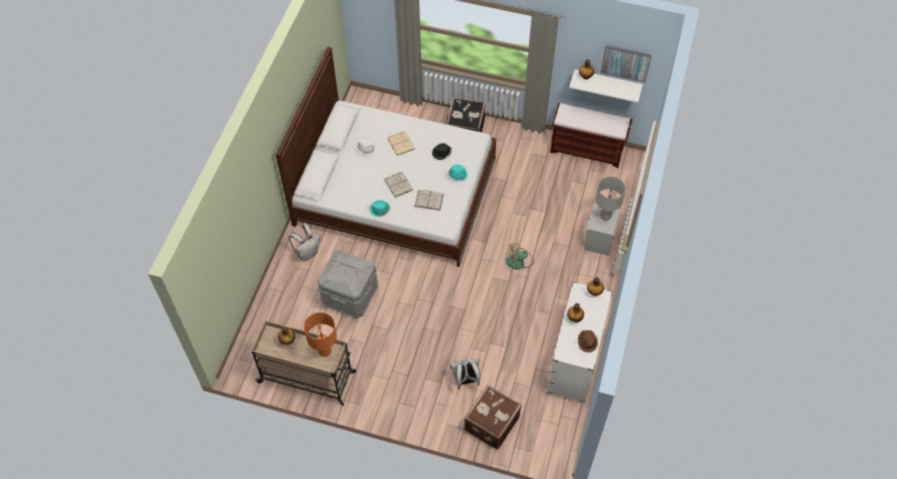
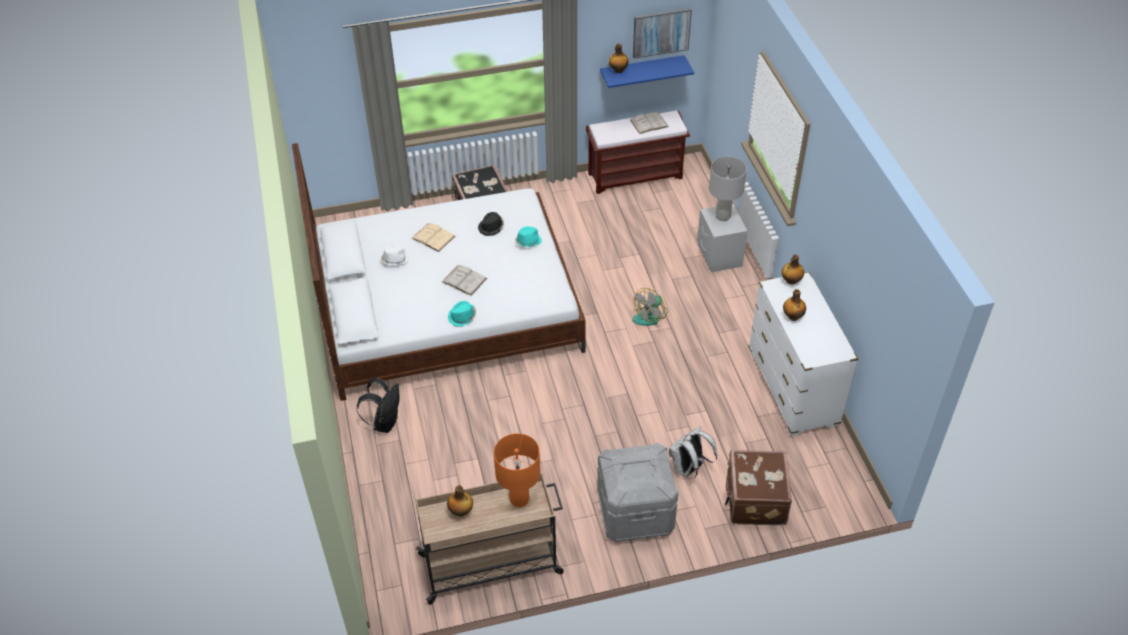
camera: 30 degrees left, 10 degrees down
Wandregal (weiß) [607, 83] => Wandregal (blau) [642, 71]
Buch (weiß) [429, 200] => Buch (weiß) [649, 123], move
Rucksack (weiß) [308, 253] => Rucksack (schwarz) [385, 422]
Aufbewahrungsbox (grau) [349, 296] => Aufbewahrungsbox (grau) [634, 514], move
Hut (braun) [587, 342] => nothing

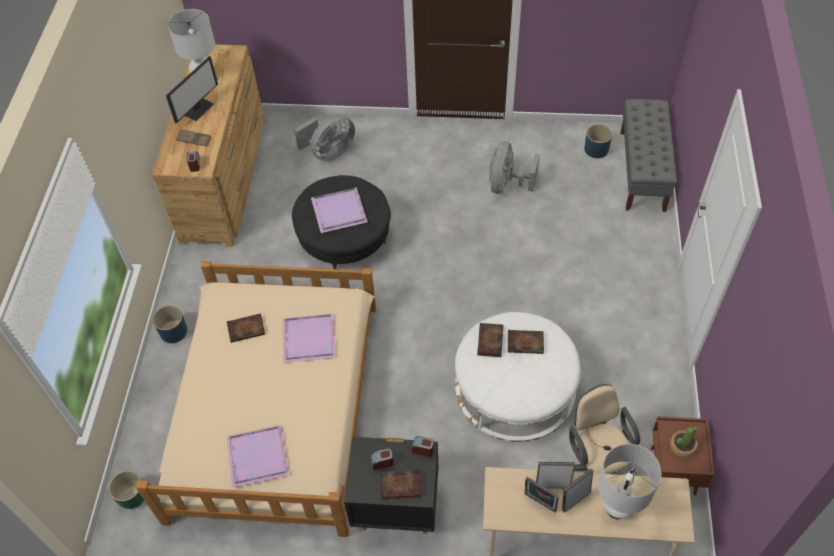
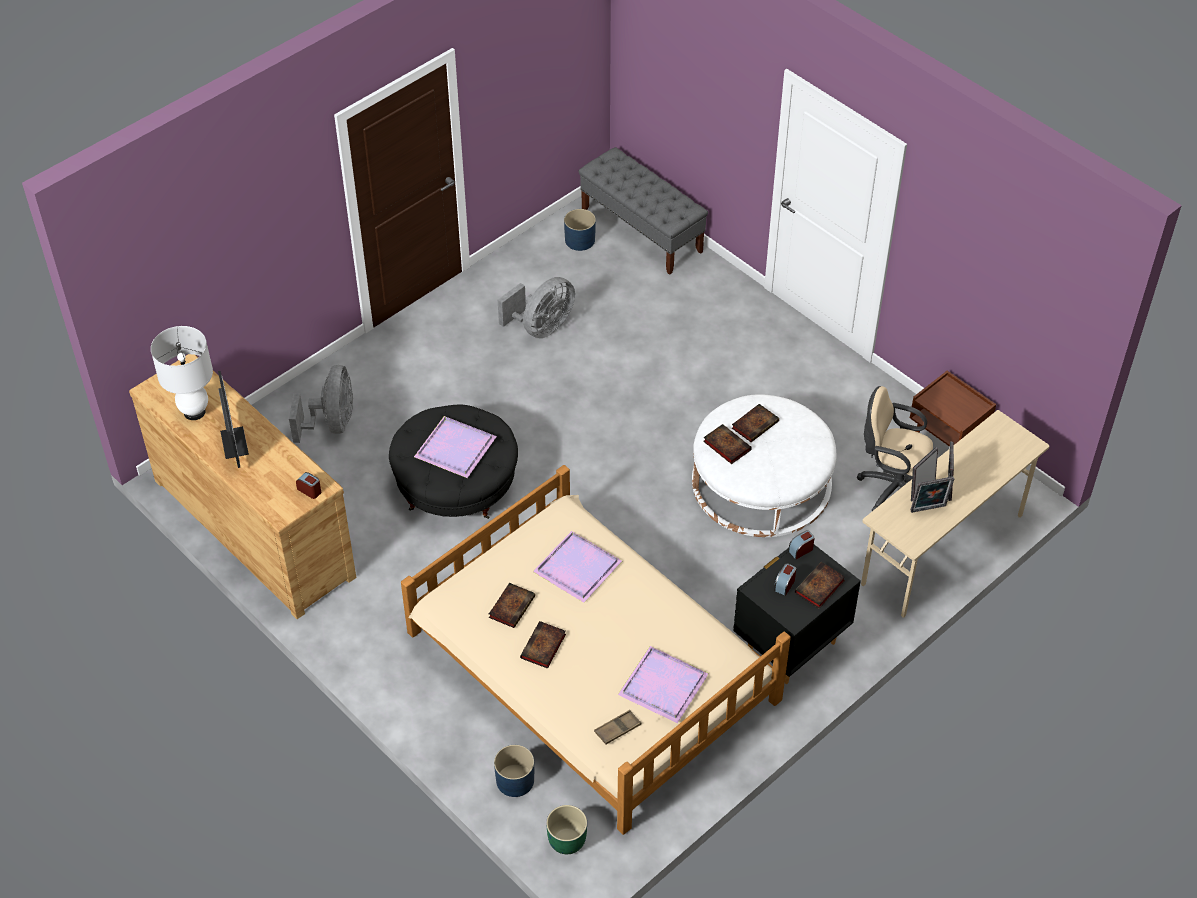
camera: 50 degrees left, 5 degrees down
Tablett (braun) [194, 140] => Tablett (braun) [617, 729], move
Ventilator (grau) [507, 184] => Ventilator (grau) [541, 327], 105 degrees counterclockwise
Pflanzkübel (blau) [174, 331] => Pflanzkübel (blau) [515, 780], move
Topfpflanze [682, 446] => nothing
Tischlampe (weiß) [617, 509] => nothing
nothing => Buch [543, 647]

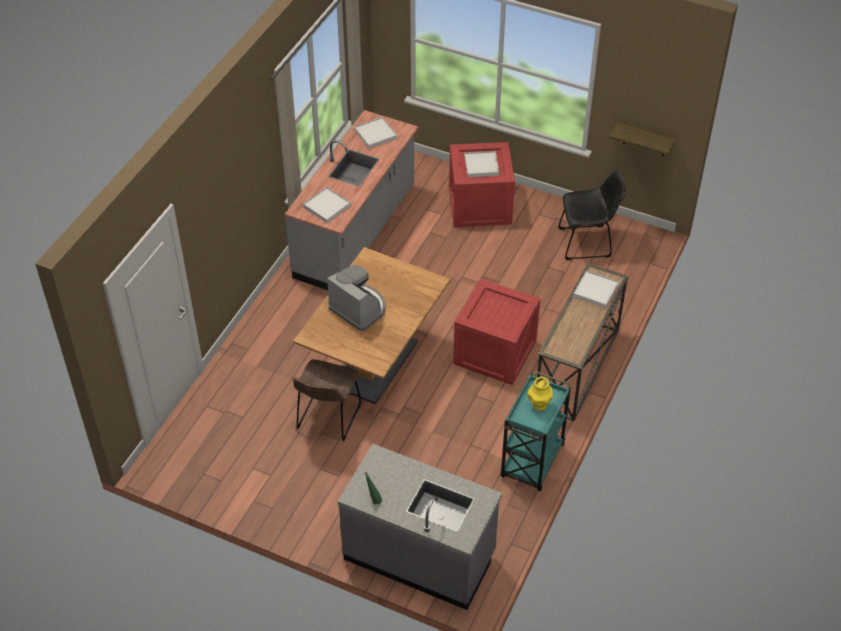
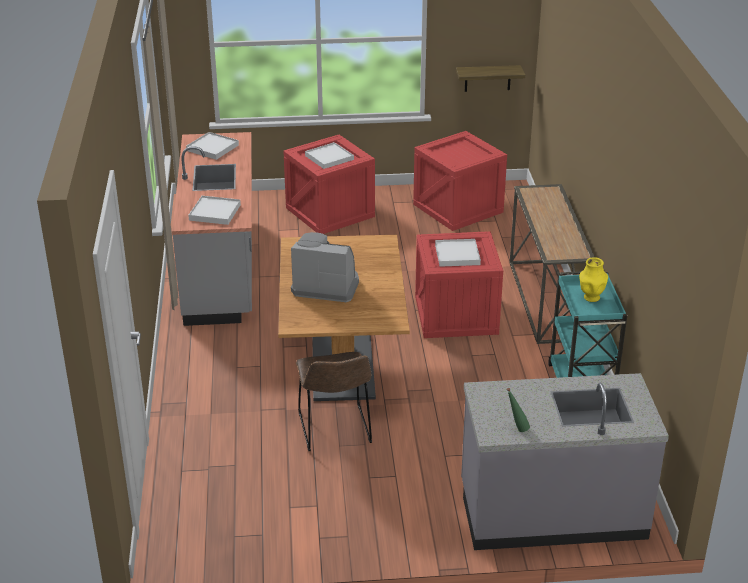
camera: 30 degrees left, 15 degrees down
Stuhl (schwarz) [587, 242] => Kiste [459, 208]
Tablett (weiß) [595, 290] => Tablett (weiß) [457, 255], move

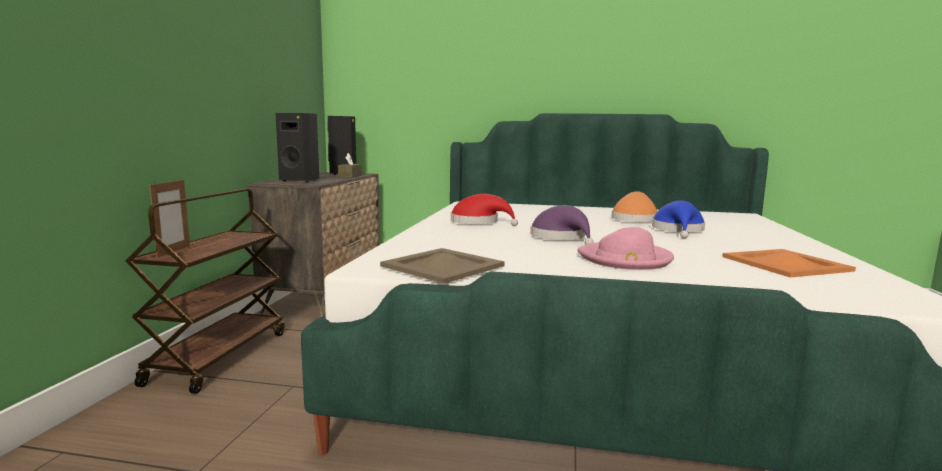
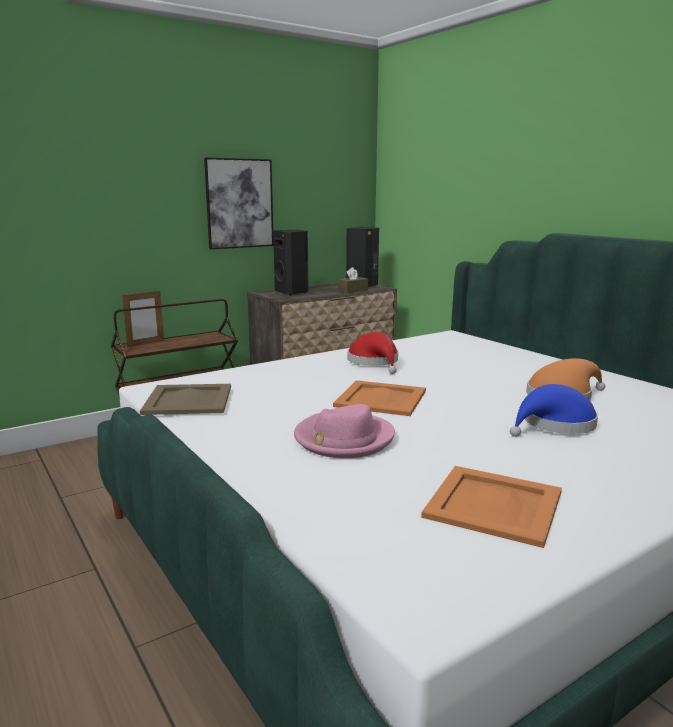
camera: 45 degrees right, 5 degrees up
Hut (lila) [561, 237] => Tablett (orange) [382, 398]
nothing => Bild [239, 203]

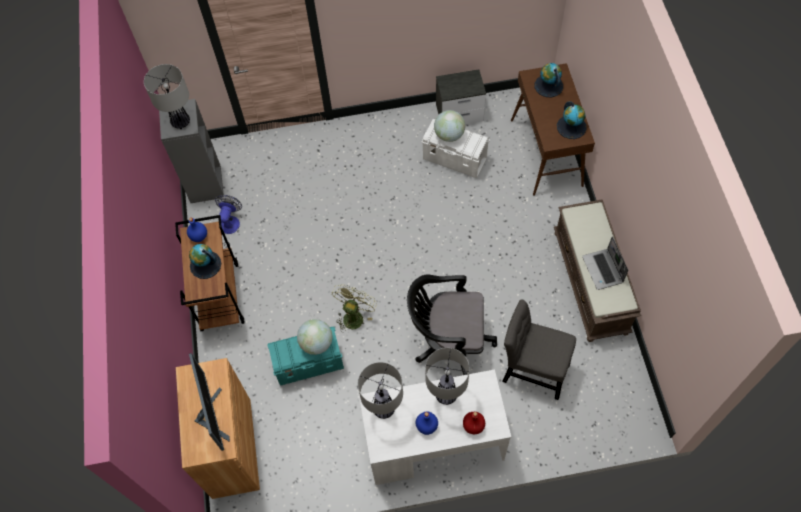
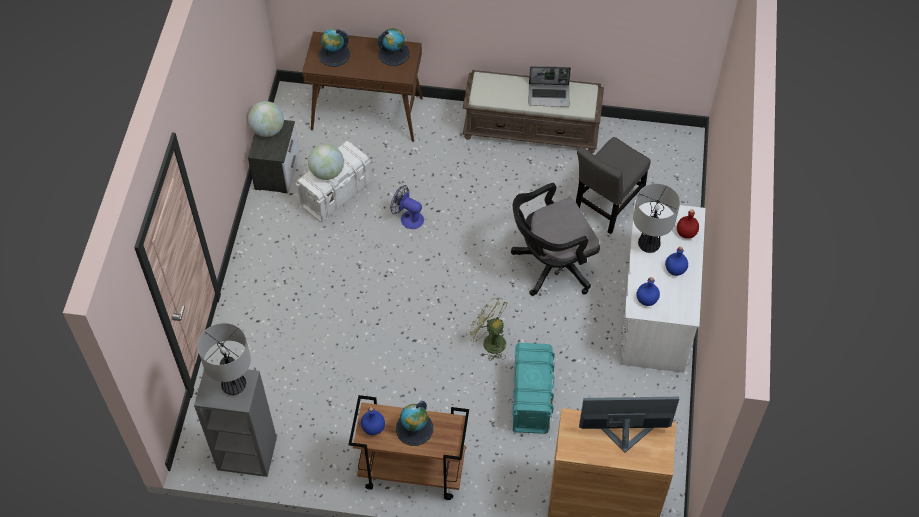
camera: 75 degrees left, 5 degrees down
Ventilator [230, 221] => Ventilator [408, 218], move
Bürostuhl (schwarz) [448, 341] => Bürostuhl (schwarz) [551, 265], 45 degrees clockwise
Globus [316, 343] => Globus [268, 130], move
Tischlampe [383, 408] => Flasche (blau) [646, 300]

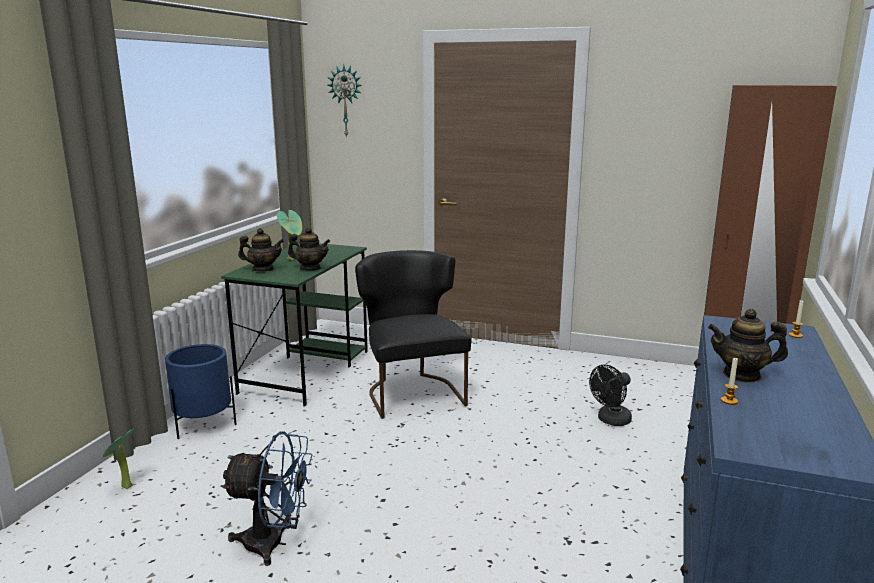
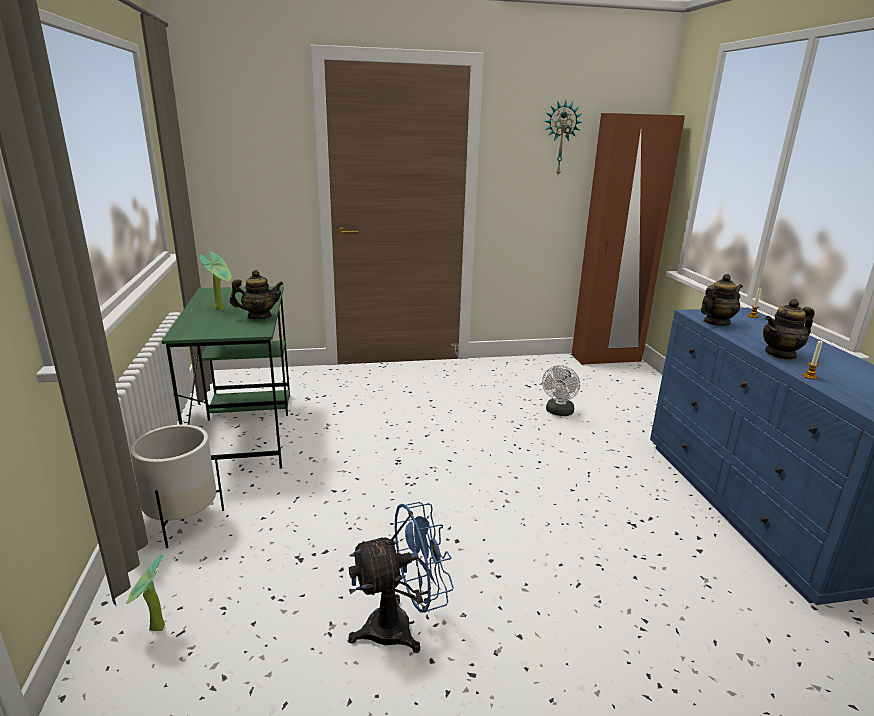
camera: 30 degrees left, 5 degrees up
Wanduhr [346, 101] => Wanduhr [560, 138], move
Teekanne [263, 269] => Teekanne [716, 323], move
Stuhl (schwarz) [412, 392] => nothing
Pflanzkübel (blau) [203, 425] => Pflanzkübel (weiß) [183, 521]
Ventilator (schwarz) [611, 421] => Ventilator (weiß) [559, 412]

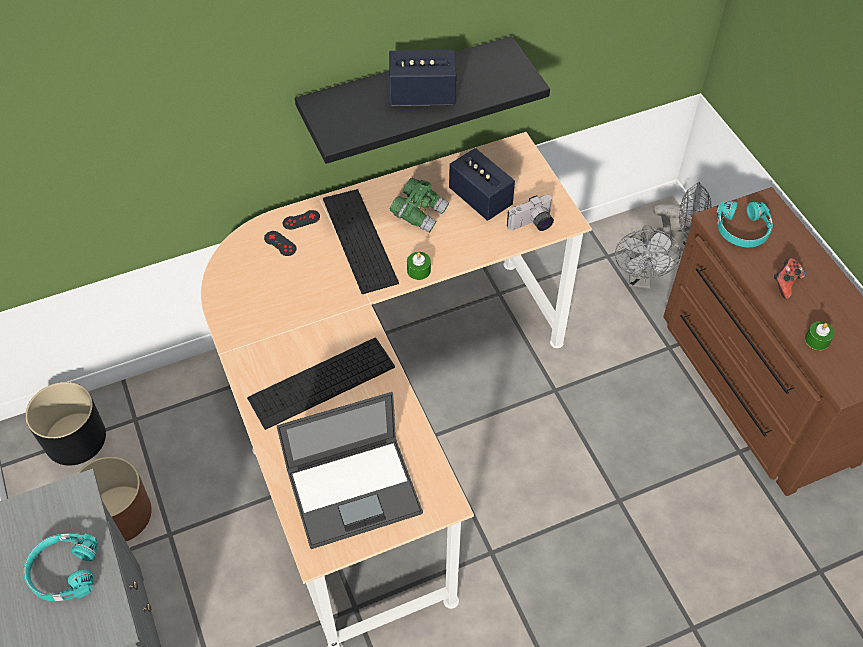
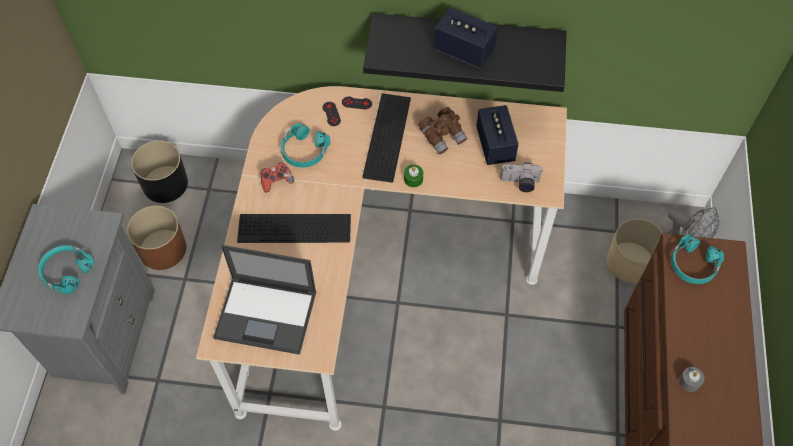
camera: 30 degrees right, 5 degrees up
Fernglas (grün) [419, 213] => Fernglas (braun) [442, 136]
Ventilator (grau) [640, 279] => Pflanzkübel (beige) [630, 262]
Gamepad [785, 284] => Gamepad [276, 181], move
Kerze (grün) [817, 340] => Kerze (grau) [689, 381]
nothing => Kopfhörer (türkis) [304, 151]

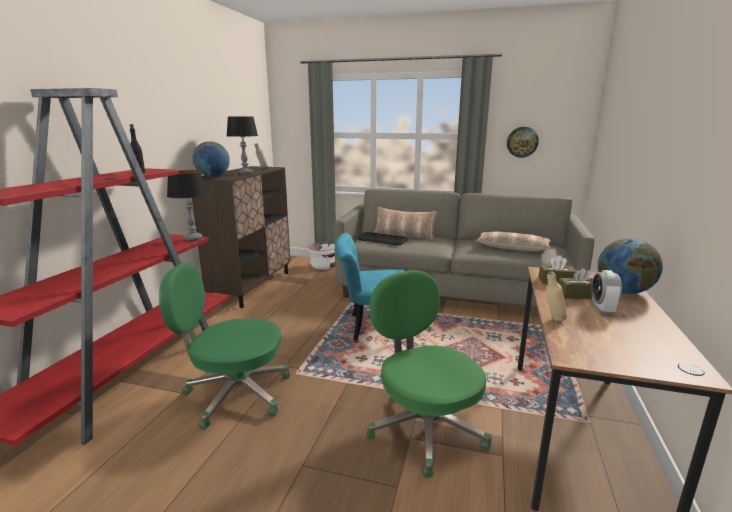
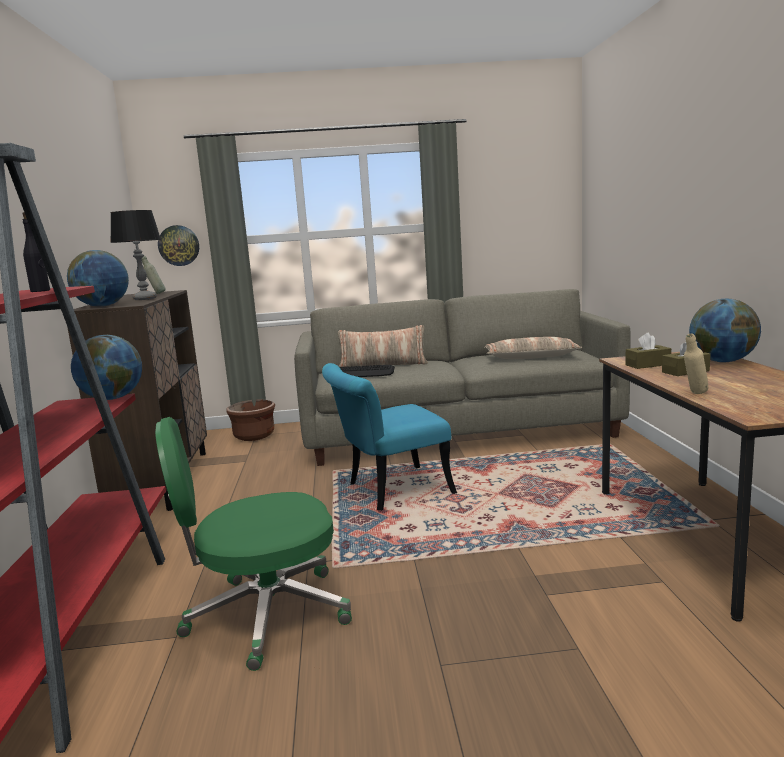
camera: 20 degrees left, 5 degrees down
Wanduhr [522, 142] => Wanduhr [179, 245], move
Tischlampe [193, 238] => Globus [112, 398]
Pflanzkübel (weiß) [324, 266] => Pflanzkübel (braun) [254, 436]
Bürostuhl (grün) [424, 428] => nothing
Wecker [602, 309] => nothing

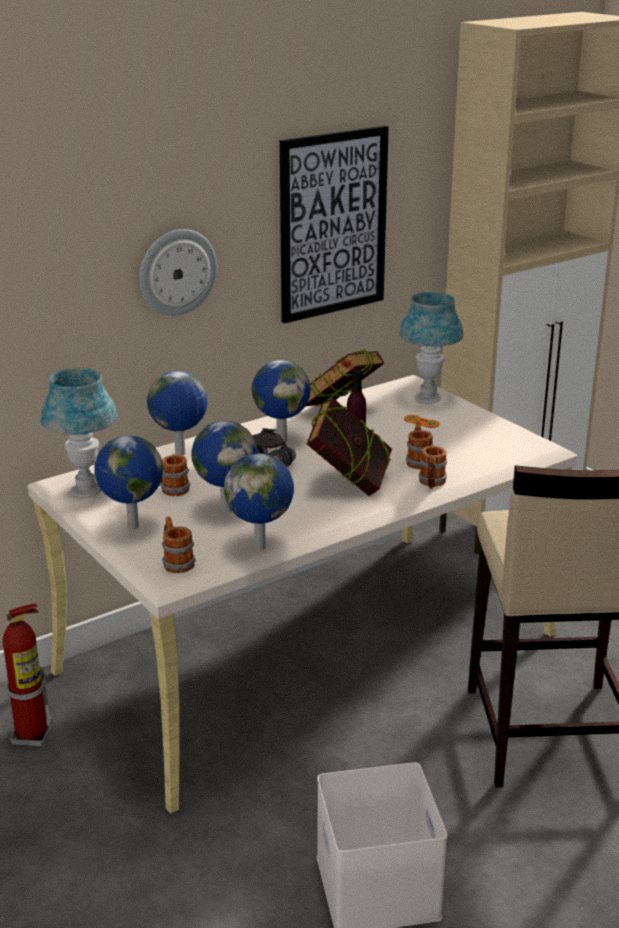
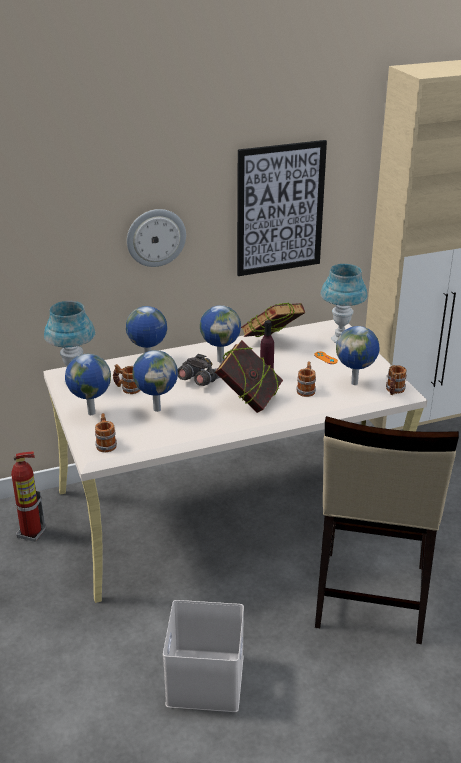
camera: 15 degrees right, 5 degrees up
Henkelbecher [431, 483] => Henkelbecher [394, 391], move
Globus [261, 547] => Globus [355, 383], move

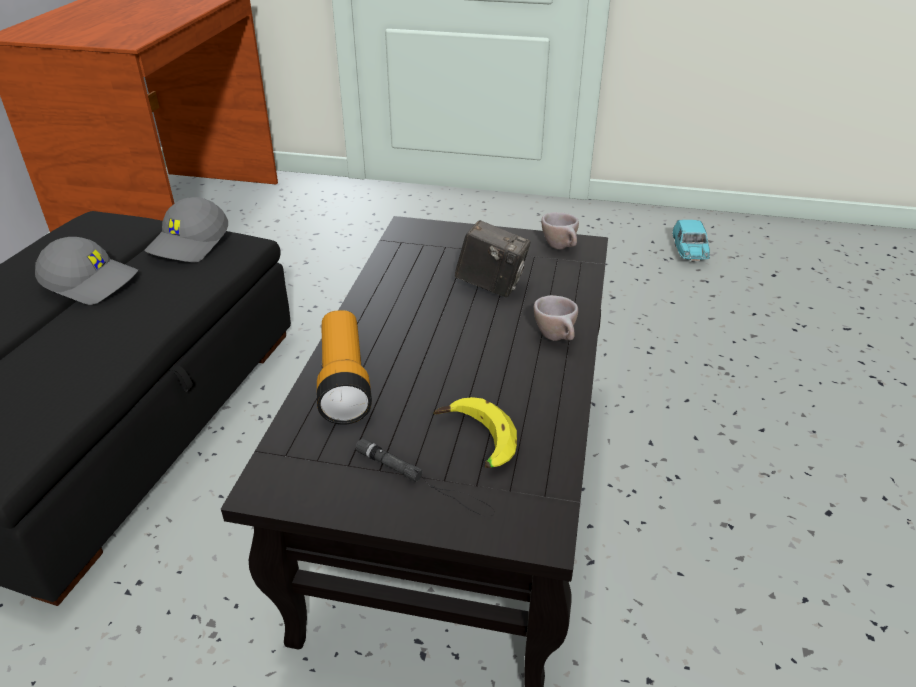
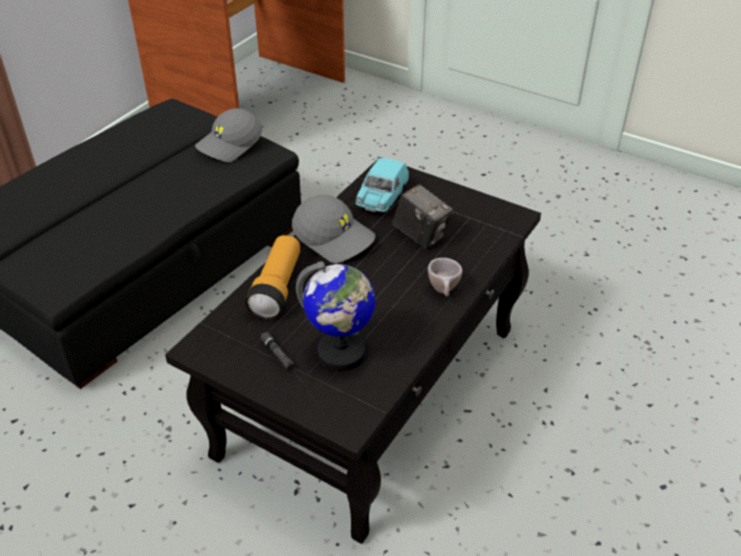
camera: 20 degrees right, 5 degrees up
Tasse (beige) [561, 248] => nothing
Spielzeugauto (türkis) [689, 252] => Spielzeugauto (türkis) [382, 199], move
Kappe (grau) [92, 281] => Kappe (grau) [335, 237], move
Banane [474, 441] => Globus [341, 353]

